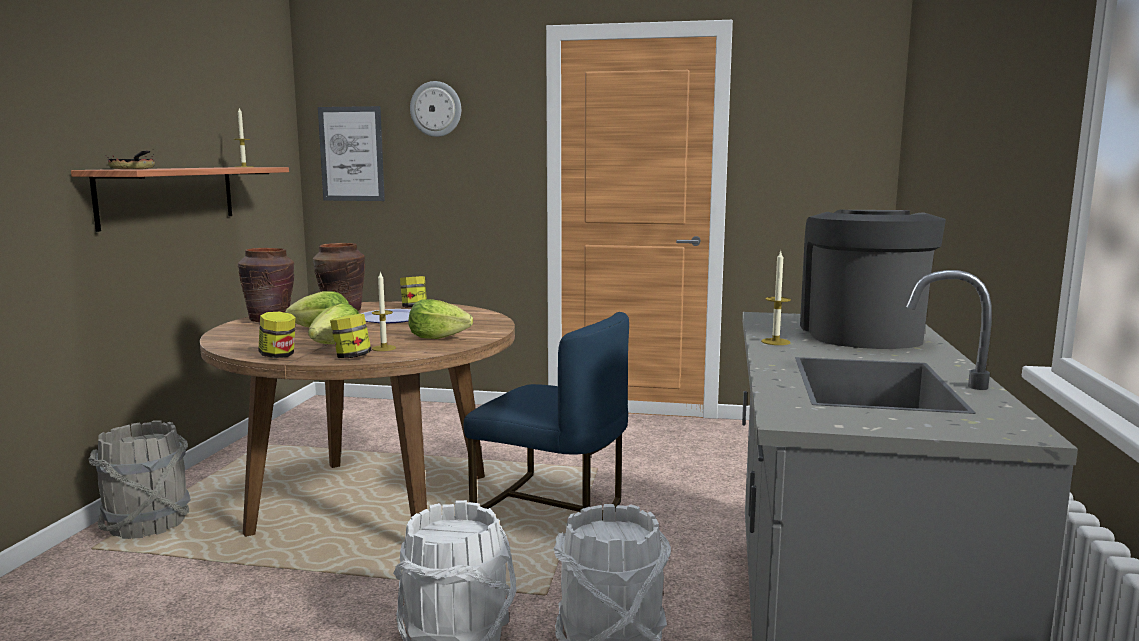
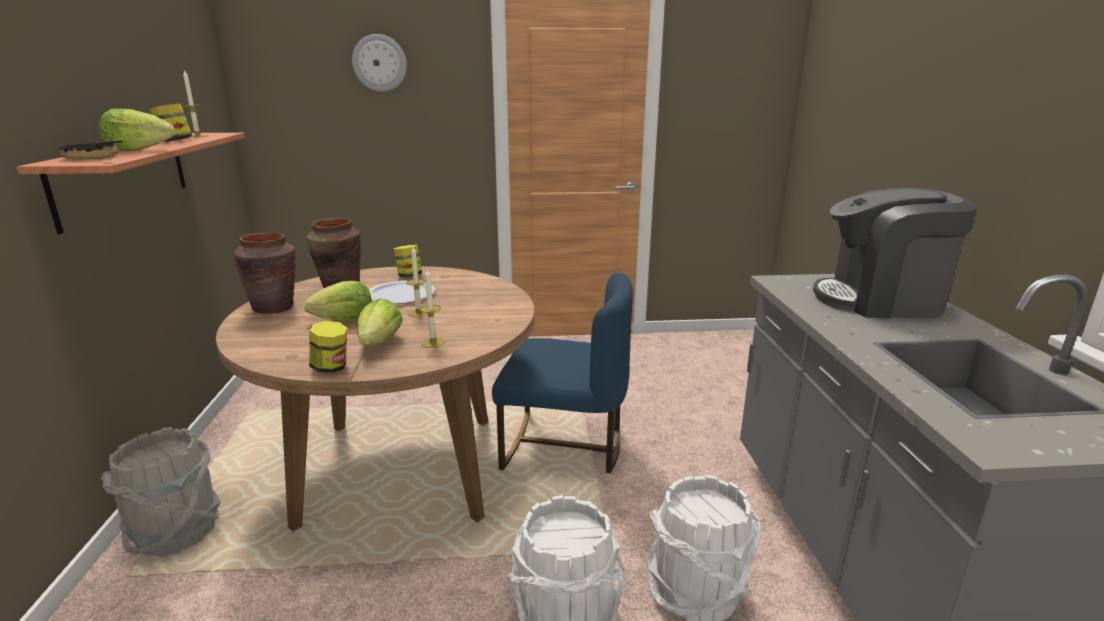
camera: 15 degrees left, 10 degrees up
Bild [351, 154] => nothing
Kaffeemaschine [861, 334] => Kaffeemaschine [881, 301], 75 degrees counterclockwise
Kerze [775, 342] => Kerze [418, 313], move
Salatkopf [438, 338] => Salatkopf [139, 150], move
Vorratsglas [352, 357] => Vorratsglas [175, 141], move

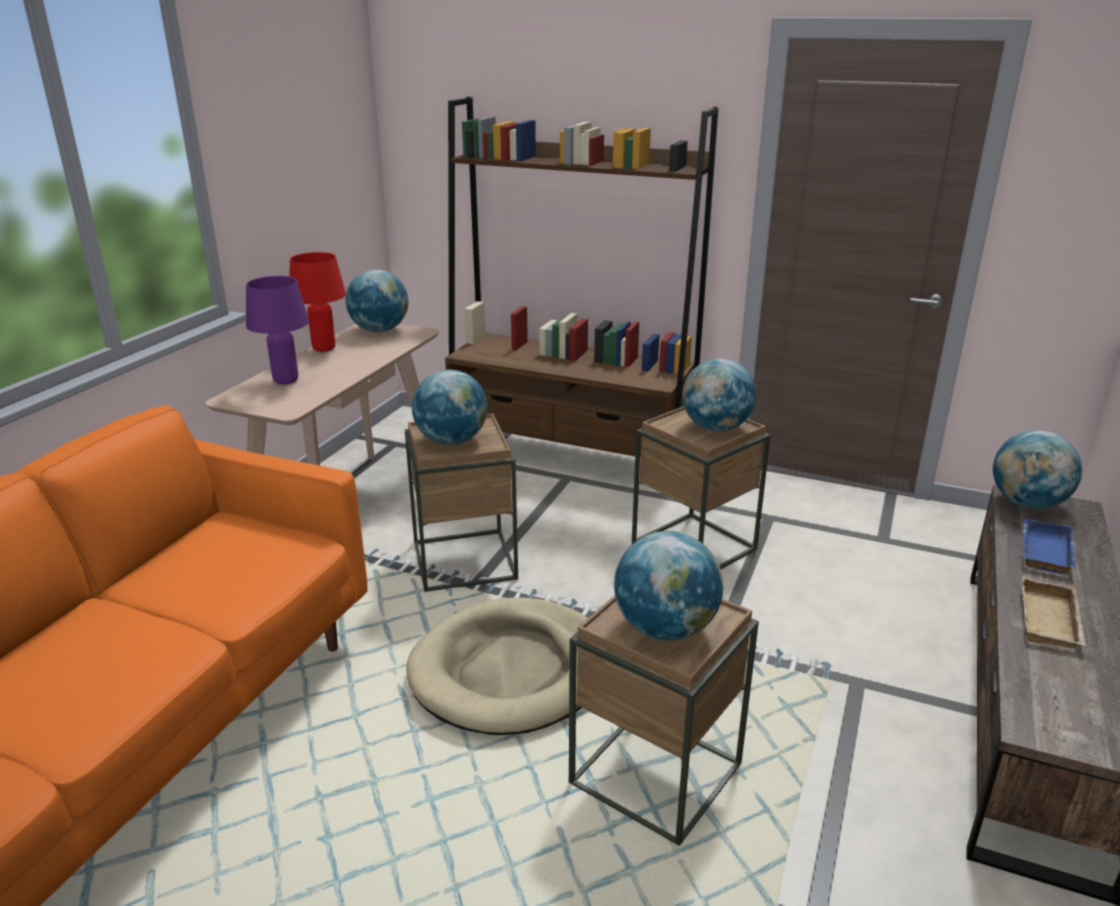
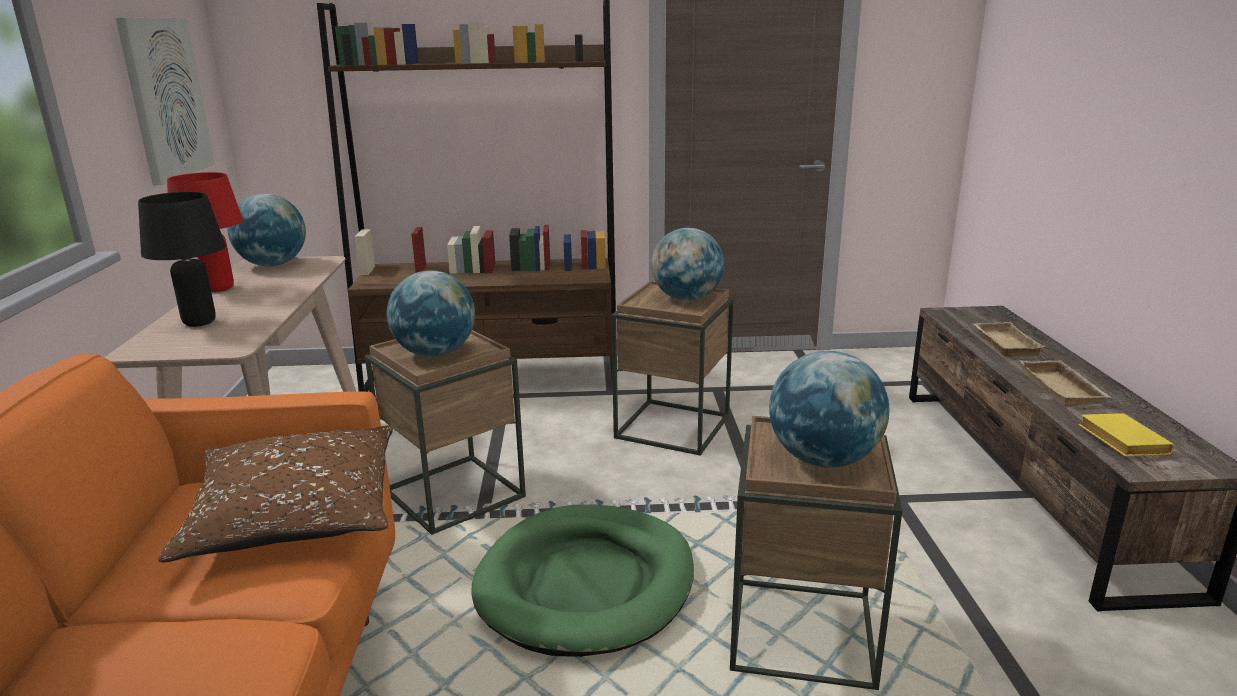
camera: 25 degrees left, 5 degrees down
Tischlampe (lila) [285, 381] => Tischlampe (schwarz) [199, 323]
Globus [1027, 504] => nothing
Tablett (blau) [1042, 550] => Tablett (beige) [1003, 344]
Hundebett (beige) [511, 671] => Hundebett (grün) [586, 584]
nothing => Bild [165, 98]
nothing => Buch (gelb) [1119, 440]
nothing => Kissen (braun) [295, 515]

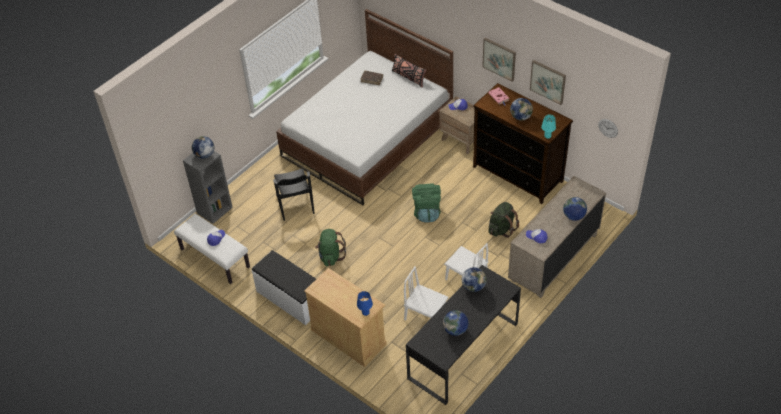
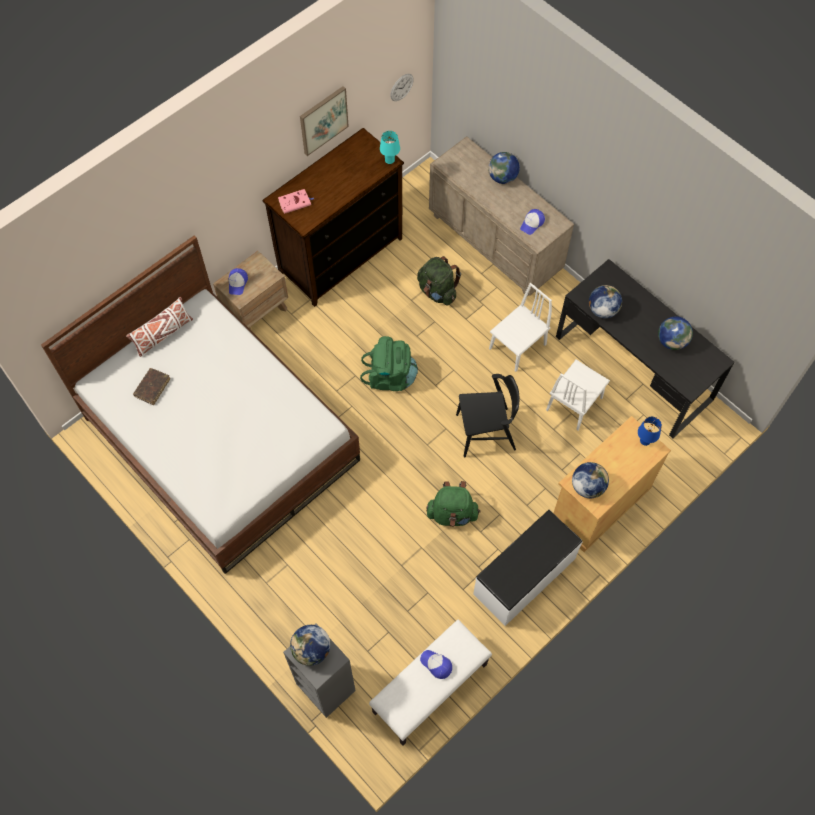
camera: 85 degrees left, 15 degrees up
Bild [499, 59] => nothing
Kissen (schwarz) [408, 77] => Kissen (weiß) [163, 335]
Globus [521, 117] => Globus [587, 486], move
Stuhl (schwarz) [295, 205] => Stuhl (schwarz) [486, 432], move

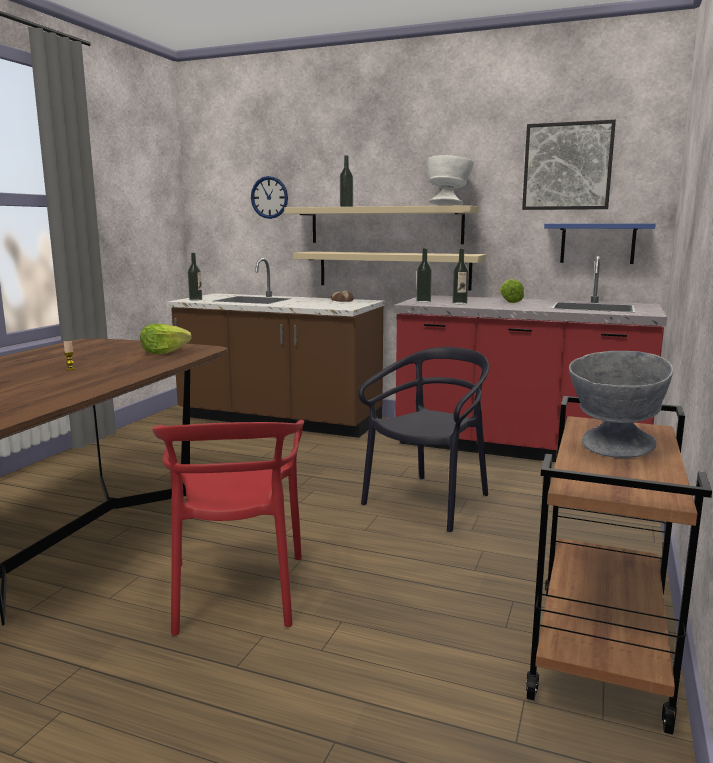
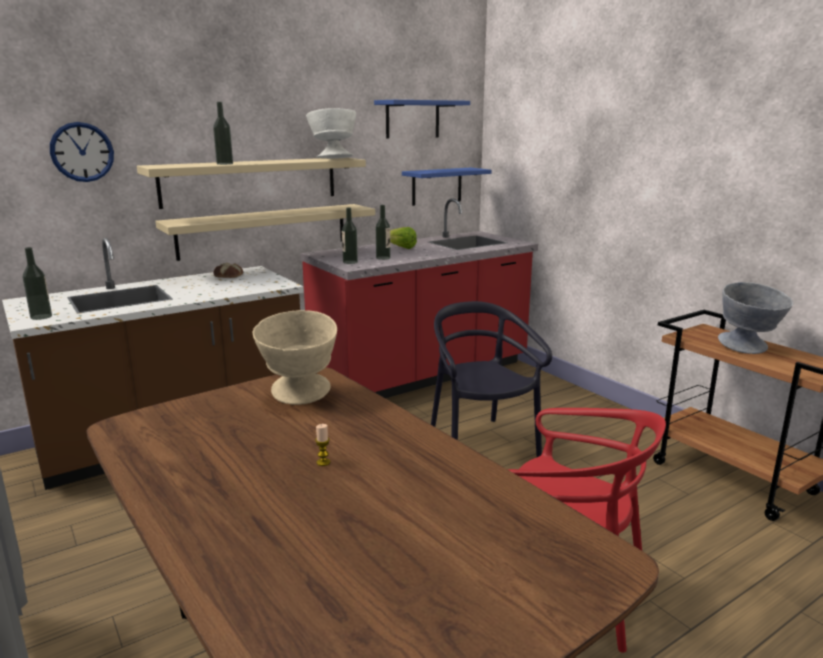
camera: 55 degrees left, 5 degrees up
Bild [567, 166] => Wandregal (blau) [412, 119]
Salatkopf [164, 352] => Schüssel (beige) [299, 397]

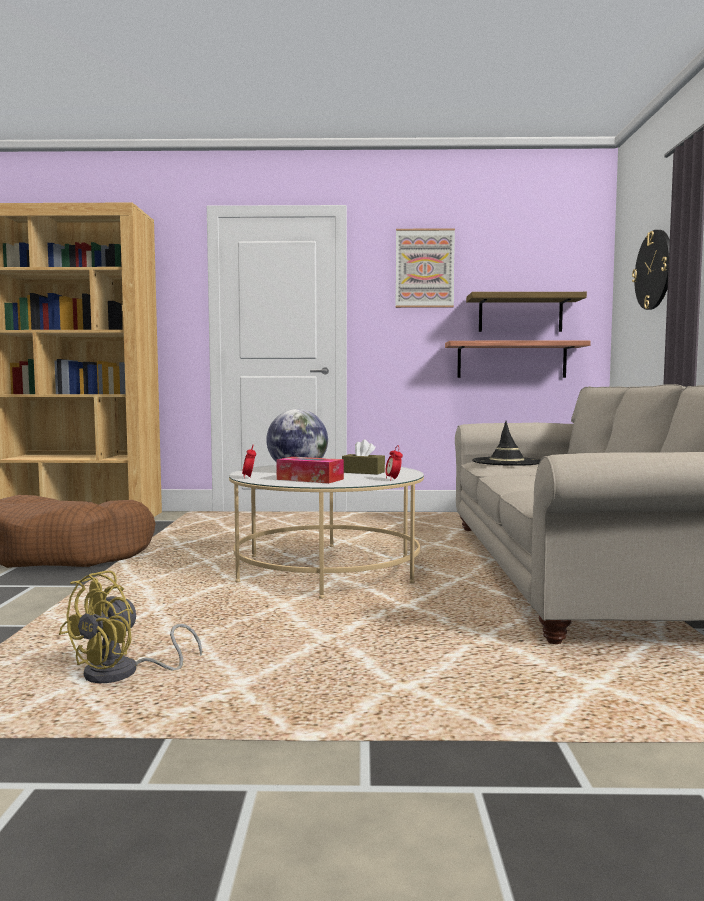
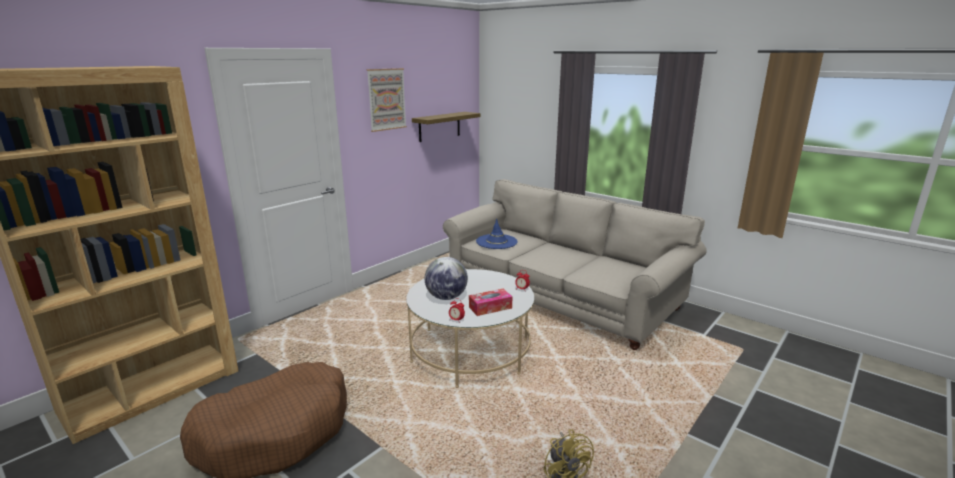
camera: 50 degrees left, 15 degrees up
Wanduhr [654, 270] => nothing
Wandregal [511, 360] => nothing
Hut (schwarz) [507, 462] => Hut (blau) [496, 242]
Taschentuchbox (braun) [363, 472] => nothing

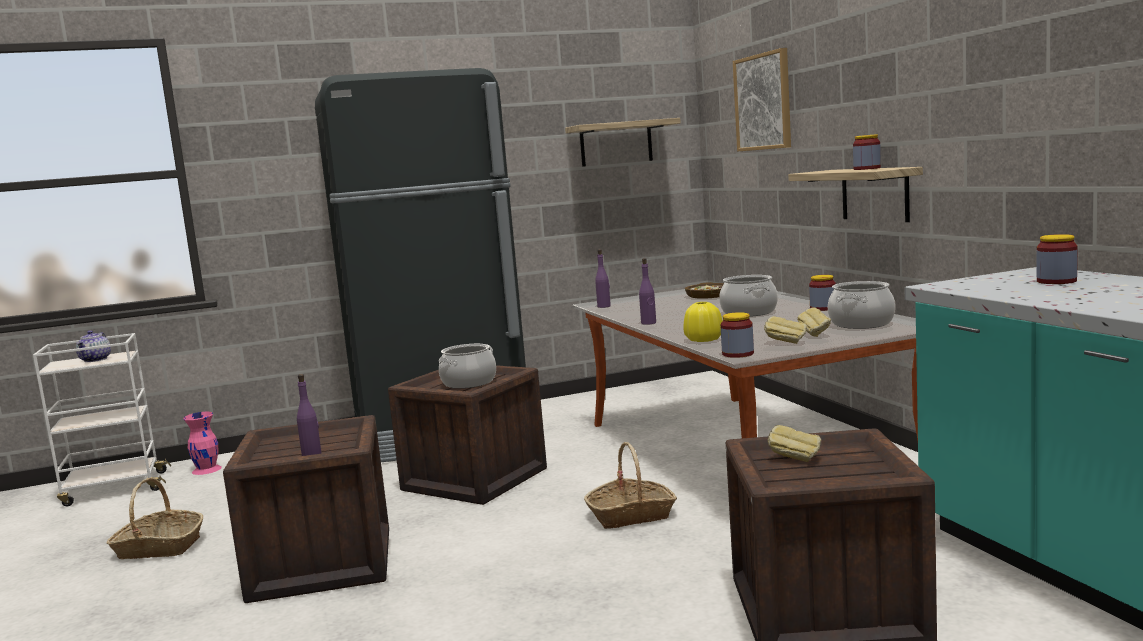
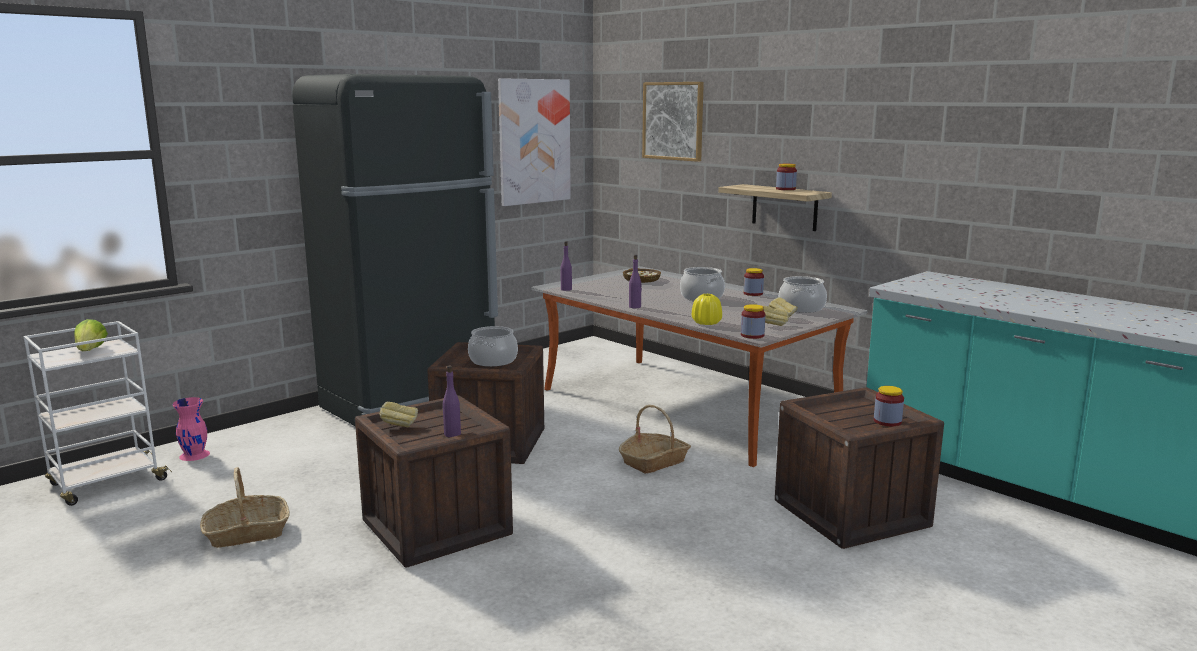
camera: 25 degrees left, 5 degrees up
Wandregal [616, 143] => Bild [534, 141]
Vorratsglas [1056, 281] => Vorratsglas [887, 421], move
Teekanne [95, 360] => Salatkopf [91, 351]
Brot [795, 459] => Brot [399, 426], move

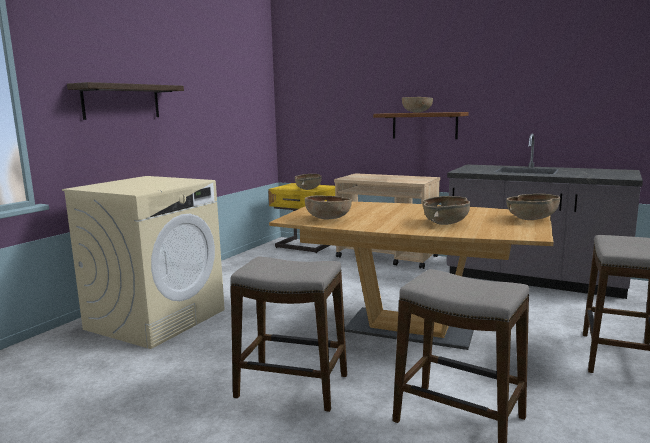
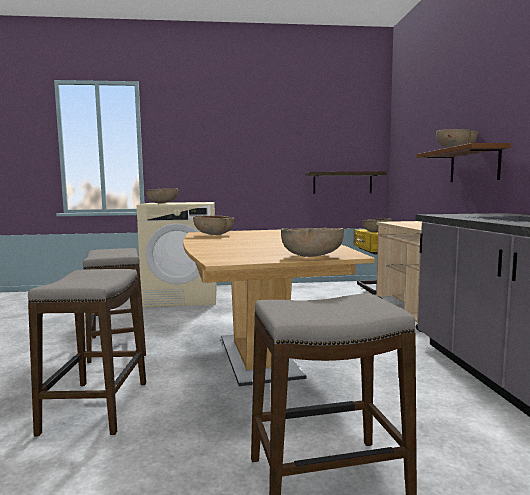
camera: 55 degrees right, 5 degrees down
Wandregal [121, 101] => Wandregal [342, 183], move
Schüssel (braun) [445, 223] => Schüssel (braun) [162, 203], move

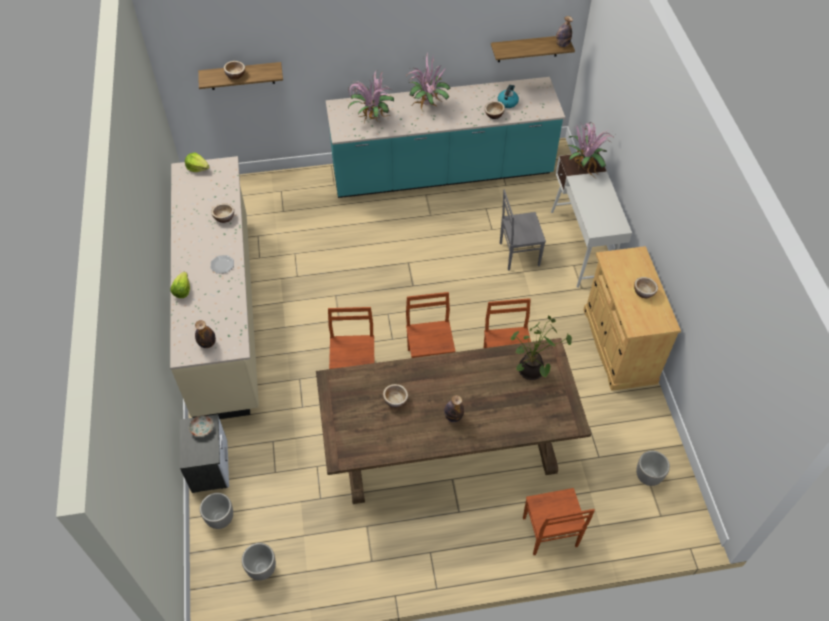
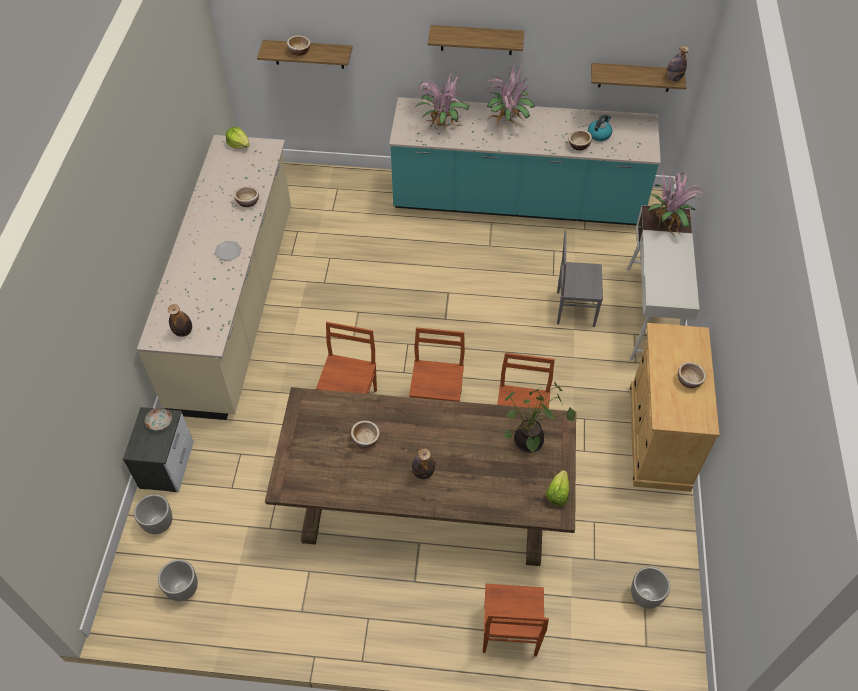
camera: 15 degrees right, 0 degrees up
Salatkopf [182, 290] => Salatkopf [557, 493], move
nothing => Wandregal [476, 40]

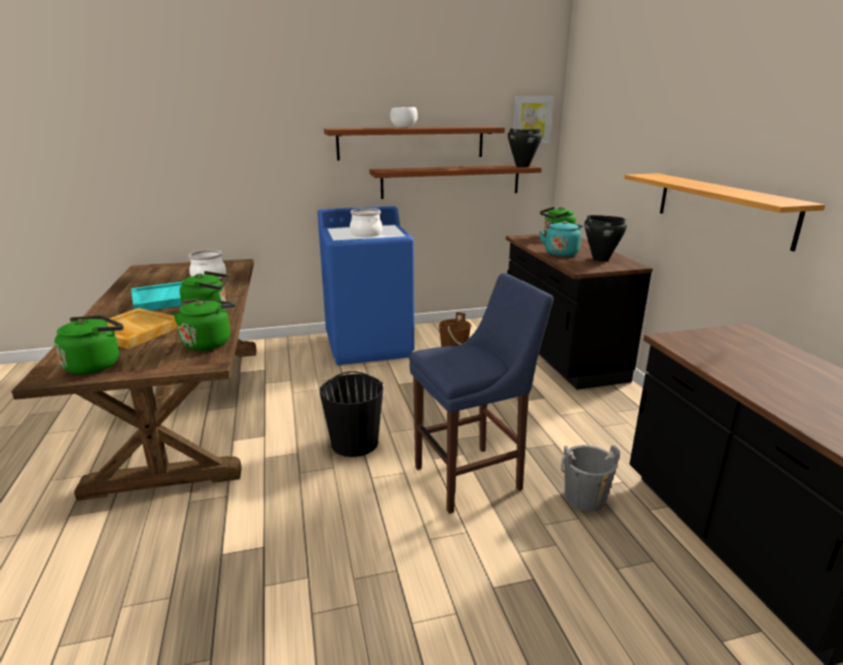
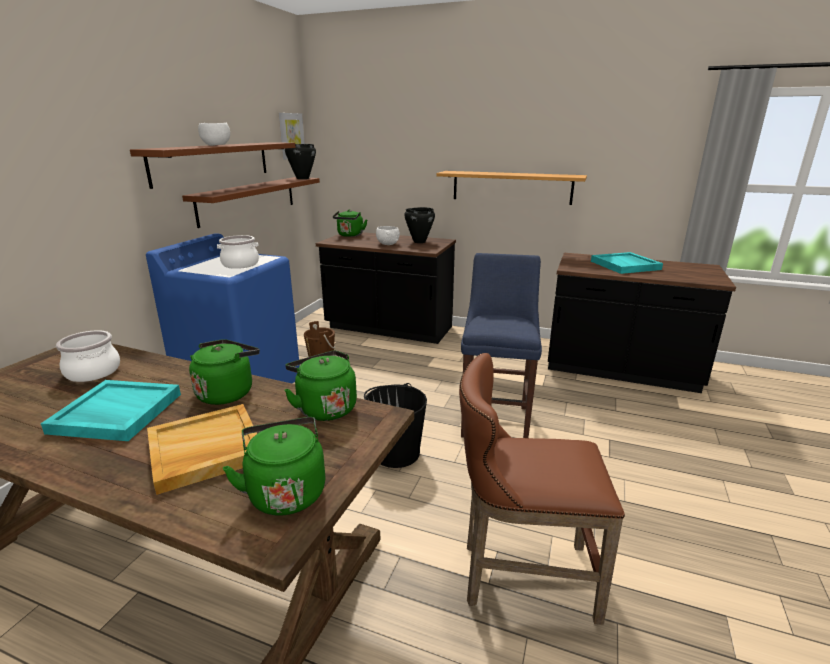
camera: 55 degrees left, 0 degrees up
Wasserkessel (türkis) [561, 253] => Schüssel (weiß) [388, 244]
Eimer (grau) [584, 498] => nothing
nothing => Tablett (türkis) [625, 265]
nothing => Hocker (braun) [520, 576]

